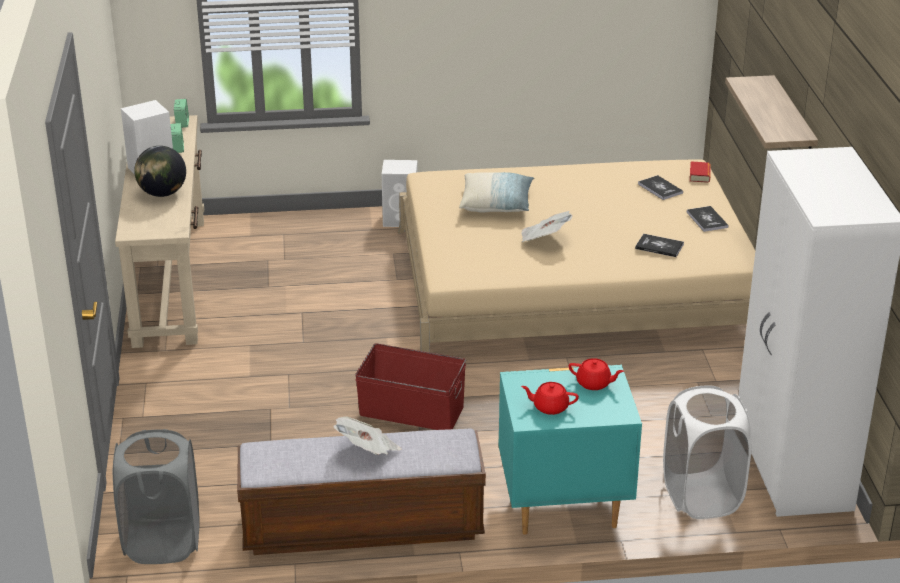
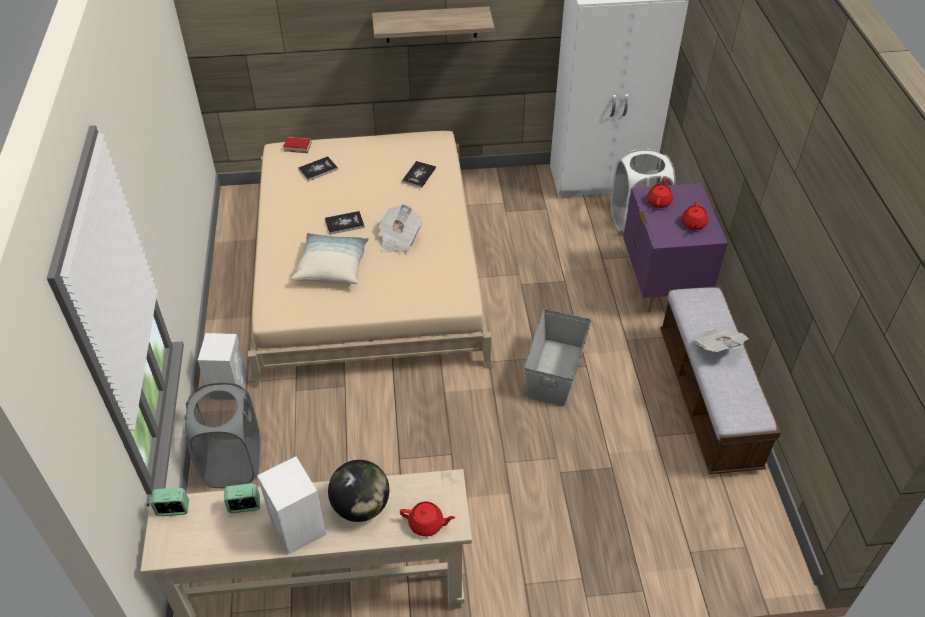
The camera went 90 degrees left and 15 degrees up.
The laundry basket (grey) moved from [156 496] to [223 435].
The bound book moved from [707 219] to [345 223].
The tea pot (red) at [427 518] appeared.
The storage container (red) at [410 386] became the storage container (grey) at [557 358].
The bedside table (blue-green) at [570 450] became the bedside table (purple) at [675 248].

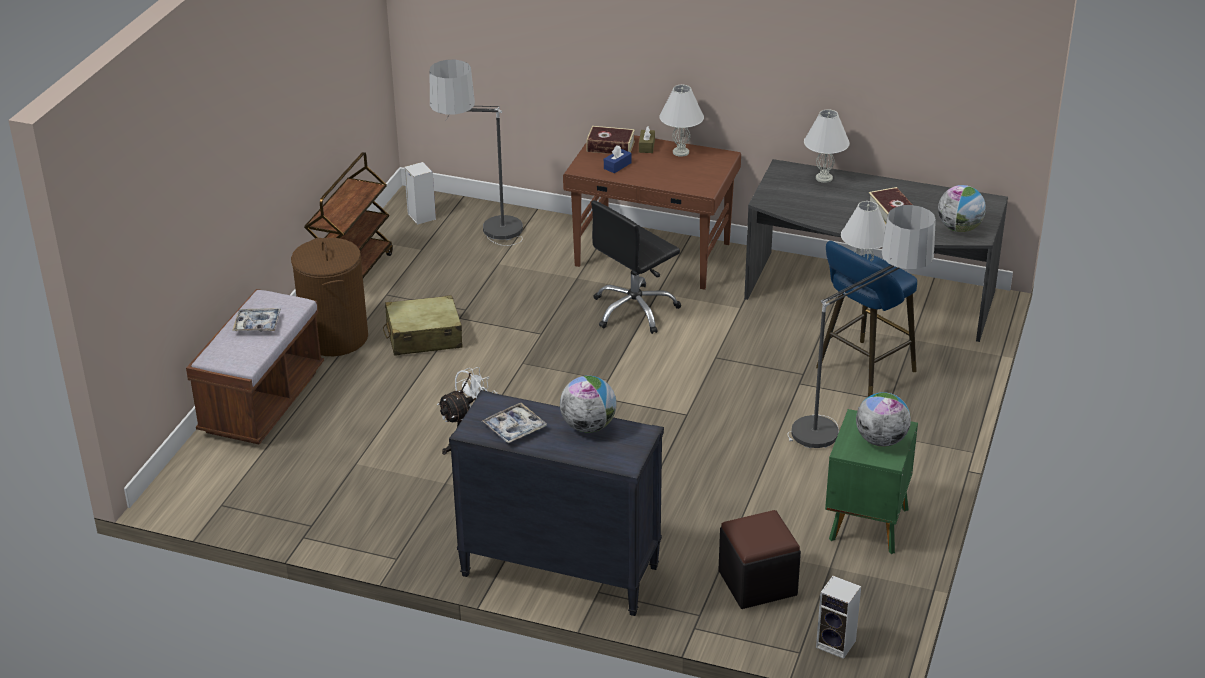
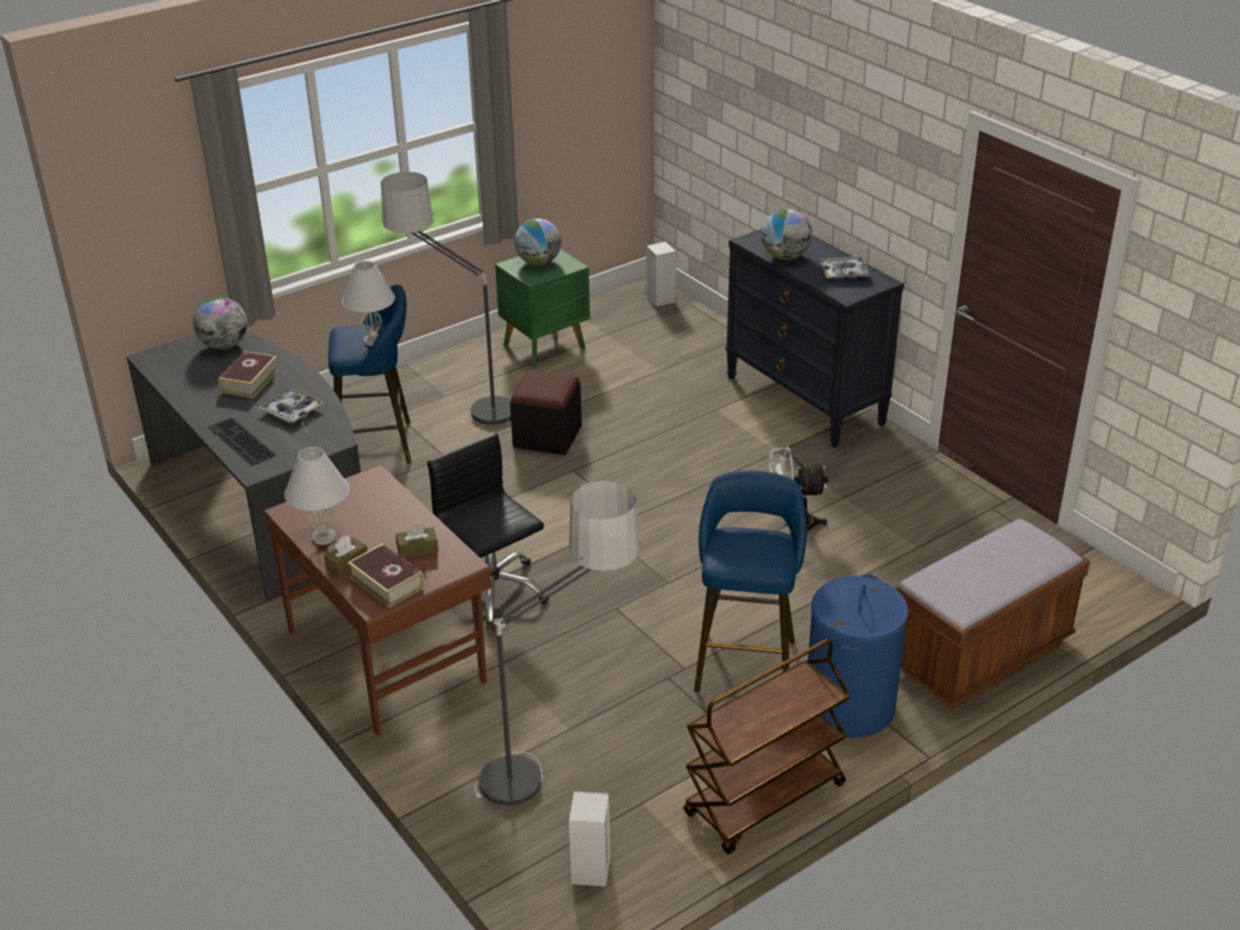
The camera went 145 degrees left and 0 degrees up.
The table lamp (white-coloured) at [827 146] was replaced by the keyboard at [242 441].
The serving tray moved from [256 319] to [291 405].
The tissue holder (blue) at [618 159] became the tissue holder (brownish) at [417 541].
The computer chair (black) at [636 267] turned 120 degrees counterclockwise.
The ottoman (black) moved from [759 559] to [546 412].
The travel case (sand-coloured) at [423 325] was replaced by the stool (blue) at [750 581].
The laundry basket (brownish) at [329 297] became the laundry basket (blue) at [858 656].

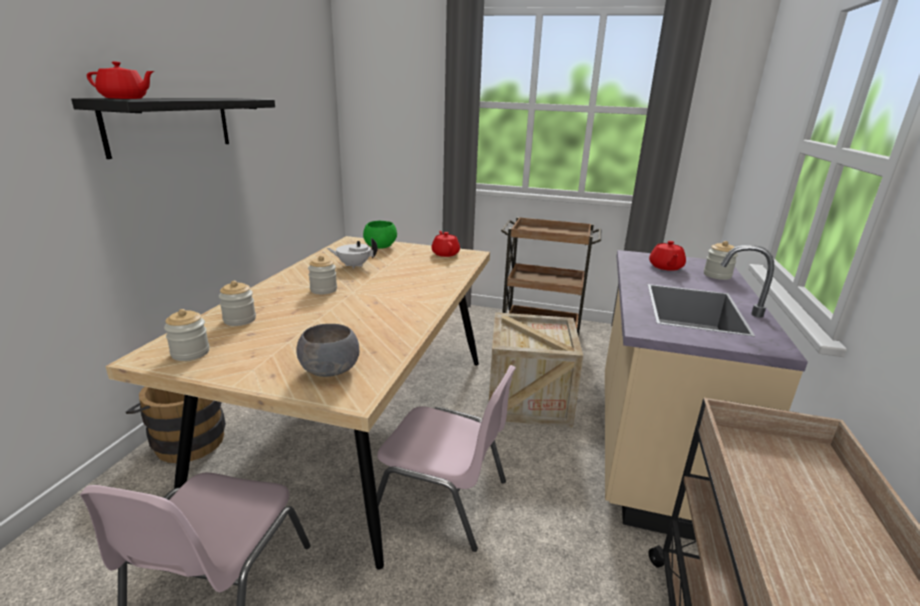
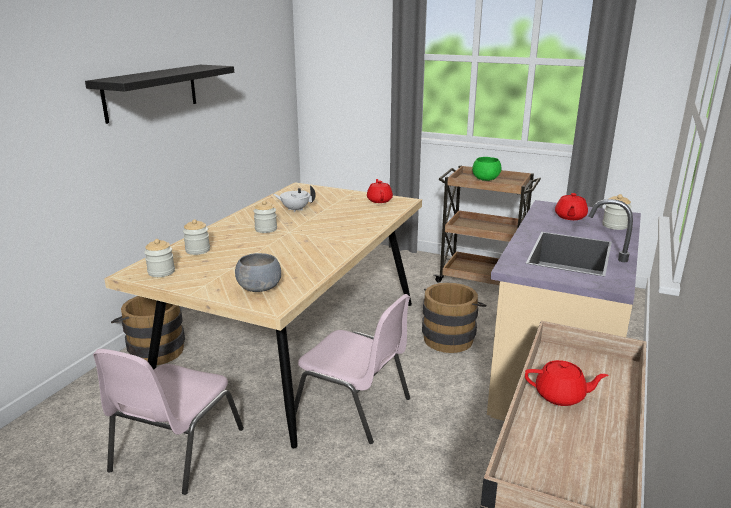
The camera went 10 degrees right and 0 degrees up.
The shipping crate at [536 369] was replaced by the water bucket (brownish) at [454 318].
The serving bowl (green) moved from [380 235] to [486 169].
The tea pot (red) moved from [120 80] to [566 383].

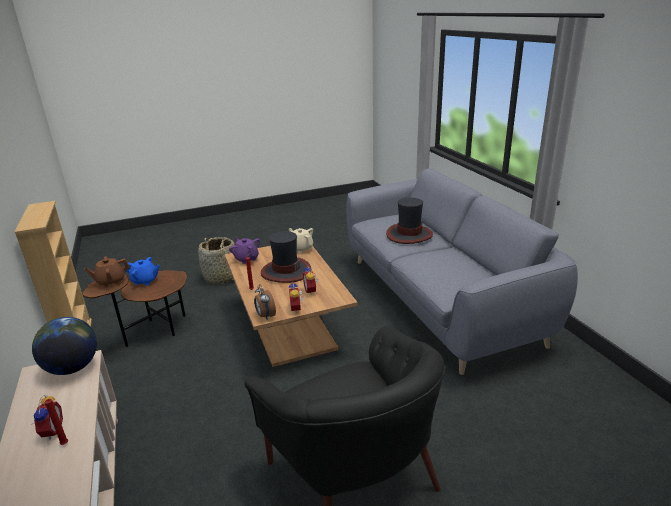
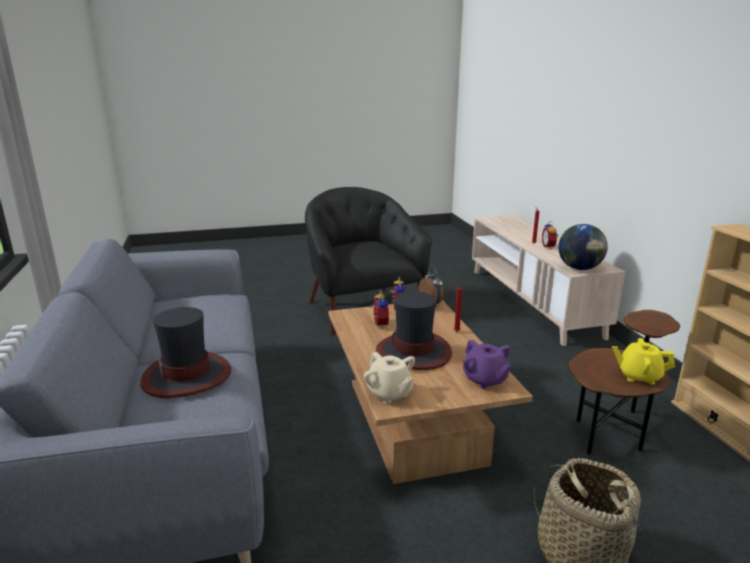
The camera went 175 degrees left and 5 degrees down.
The tea pot (blue) at [143 271] became the tea pot (yellowish) at [643 361].
The tea pot (brownish) at [107 271] disappeared.

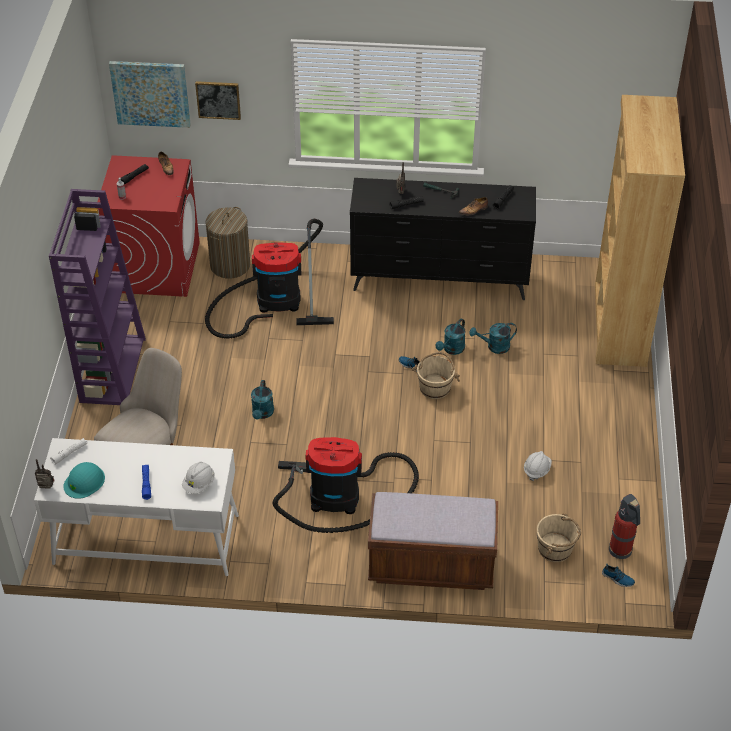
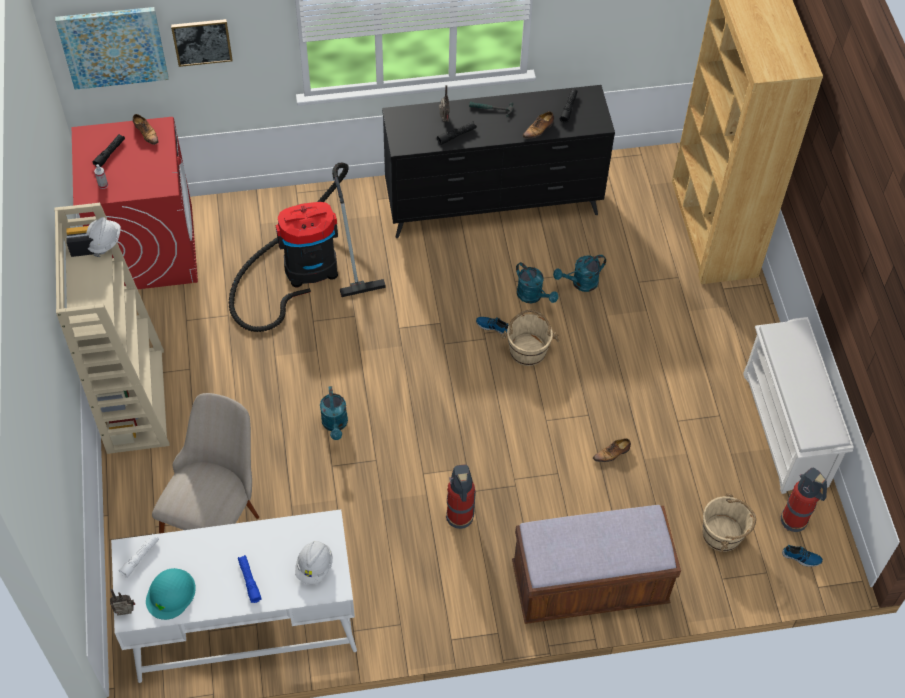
The camera went 15 degrees left and 10 degrees up.
The bookcase (purple) at [97 297] became the bookcase (sand-coloured) at [112 328].
The safety helmet (white-coloured) moved from [538 466] to [103 237].
The hoover at [346 485] was replaced by the fire-fighting cylinder at [461 496].
The watering pot (blue-green) at [450 337] turned 60 degrees counterclockwise.
The item of footwear at [612 450] appeared.
The shoe stand (white-coloured) at [798 405] appeared.
The laundry basket at [227 243] disappeared.

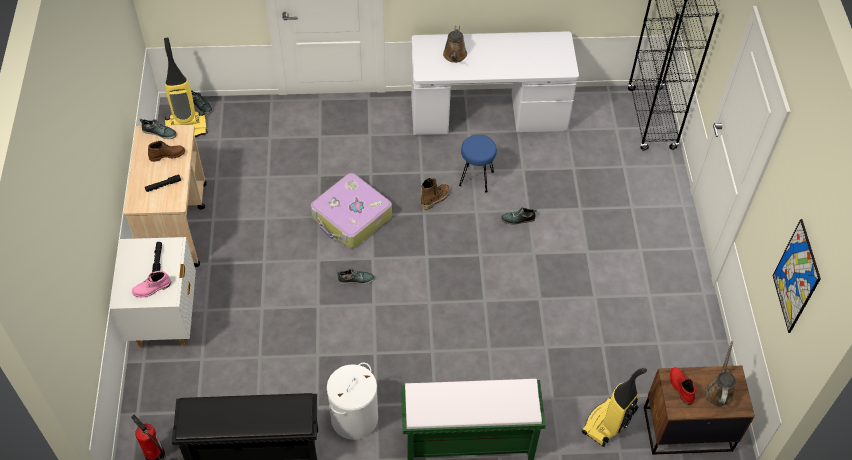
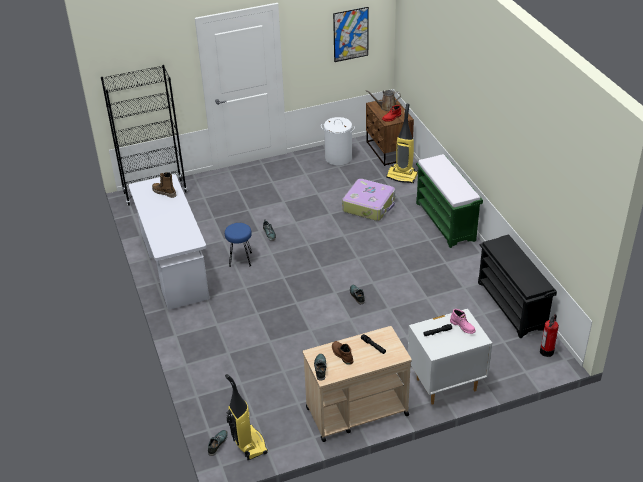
The camera went 105 degrees left and 15 degrees down.
The boot moved from [435 194] to [164 185].
The laundry basket (white-coloured) moved from [352 401] to [338 141].
The travel case moved from [351 210] to [368 200].
The watering pot (brownish) at [455 44] disappeared.

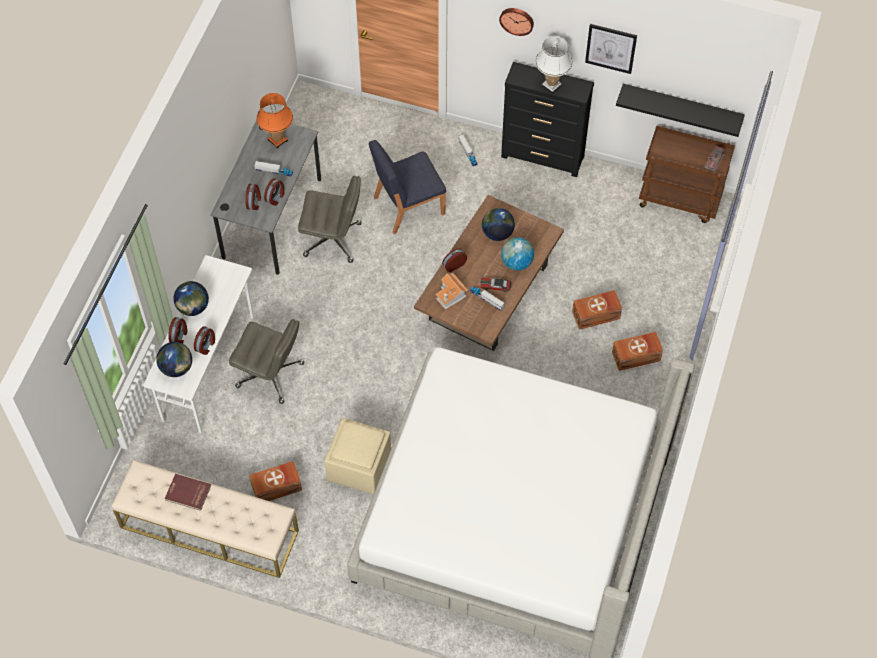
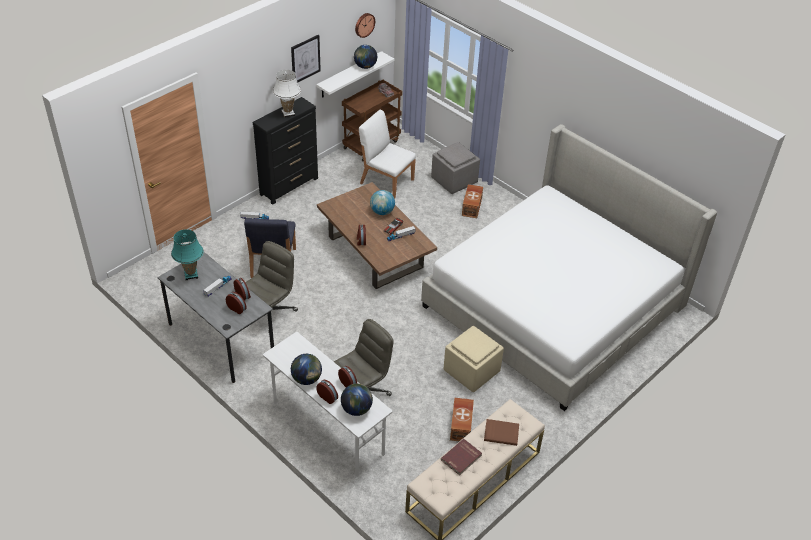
The camera went 65 degrees left and 15 degrees down.
The table lamp (orange) at [274 120] became the table lamp (blue-green) at [187 254].
The shelf (black) at [680 110] became the shelf (white-coloured) at [355 74].
The globe moved from [498 224] to [365 57].
The hanging clock moved from [516 22] to [365 25].
The chair (white-coloured) at [387 154] appeared.
The ottoman (grey) at [455 168] appeared.
The bound book (brownish) at [501 432] appeared.
The toy house at [451 291] disappeared.
The storage container (brownish) at [597 310] disappeared.

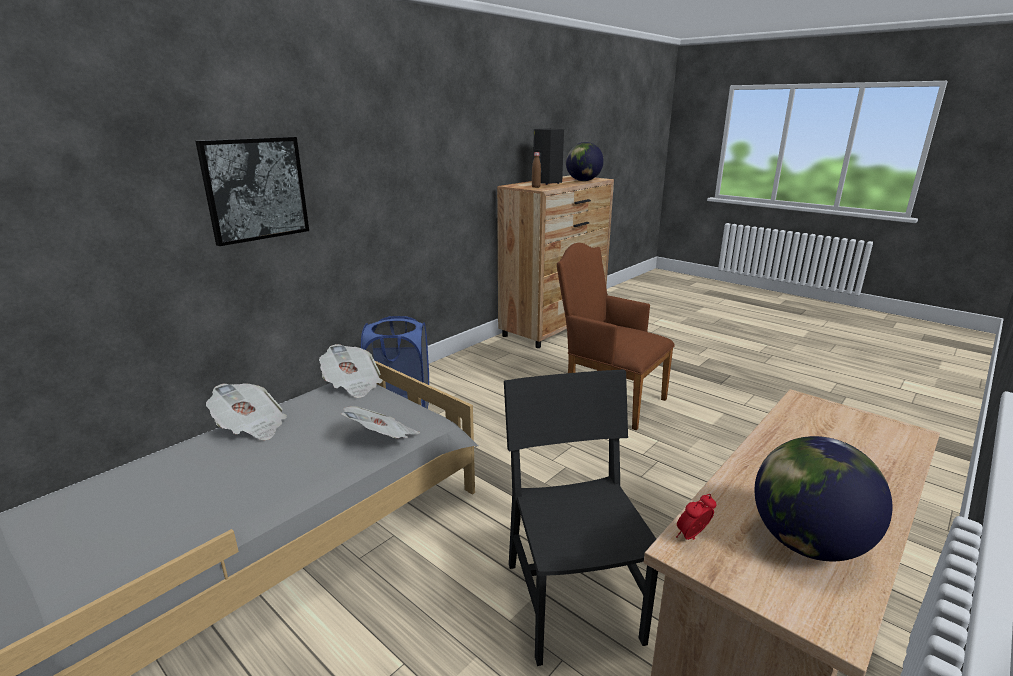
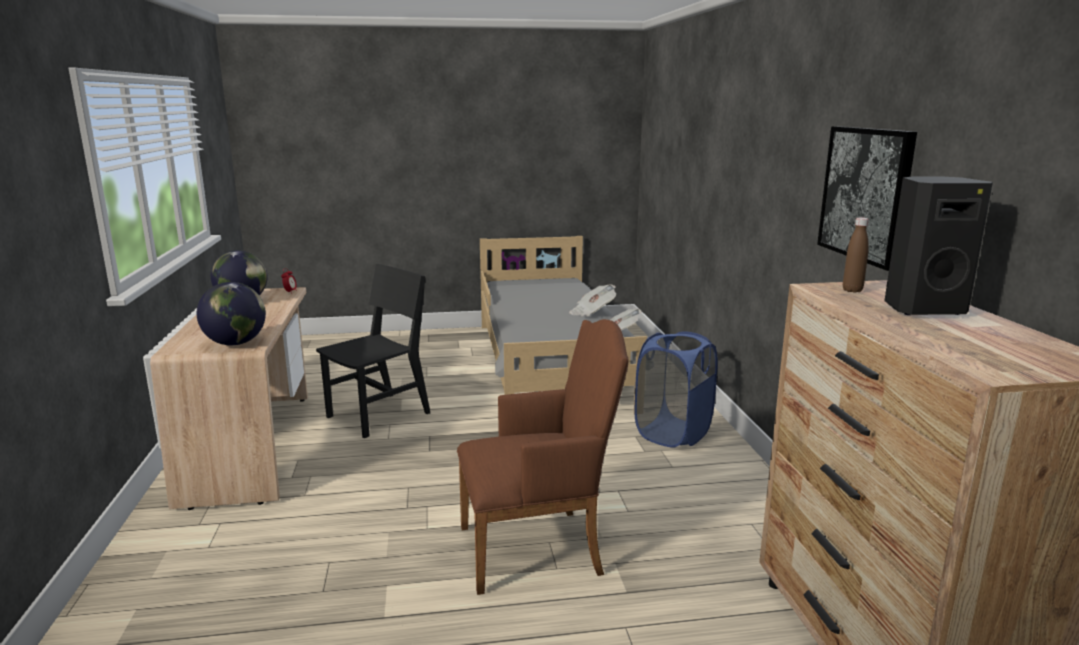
The camera went 130 degrees right and 5 degrees down.
The globe moved from [585 161] to [231 313].
The chair (black) at [581 517] turned 75 degrees counterclockwise.
The picture moved from [252 191] to [867 198].
The printed paper at [380 422] disappeared.

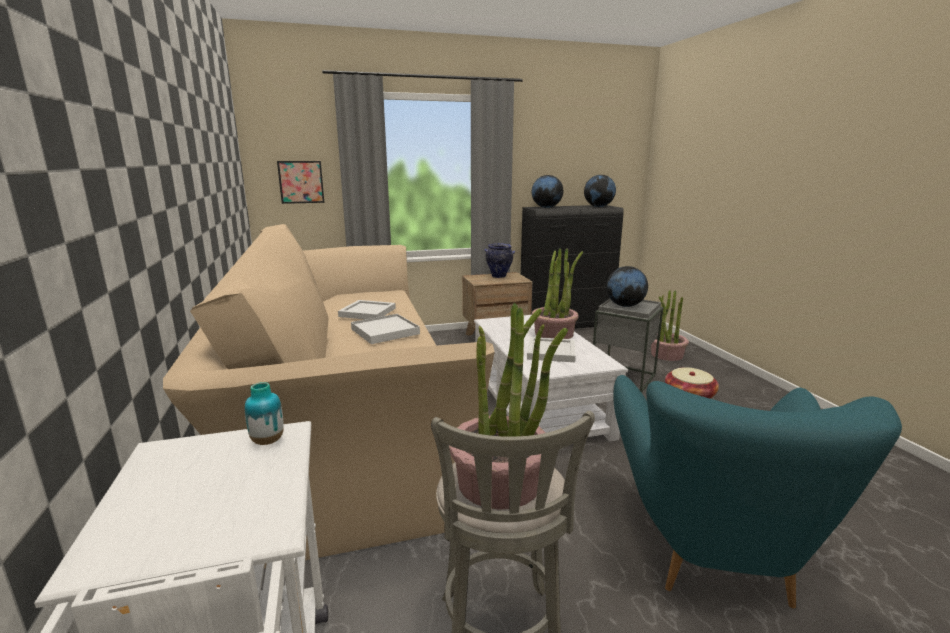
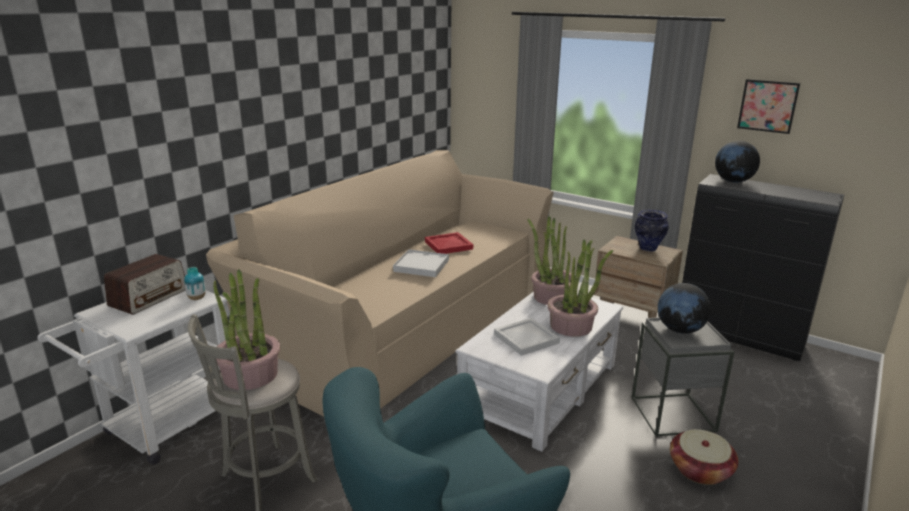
The camera went 50 degrees right and 5 degrees up.
The radio receiver at [145 284] appeared.
The serving tray (white-coloured) at [367 309] became the serving tray (red) at [449 243].
The houseplant moved from [670 325] to [550 260].
The picture moved from [300 182] to [768 106].
The globe at [600 191] disappeared.

